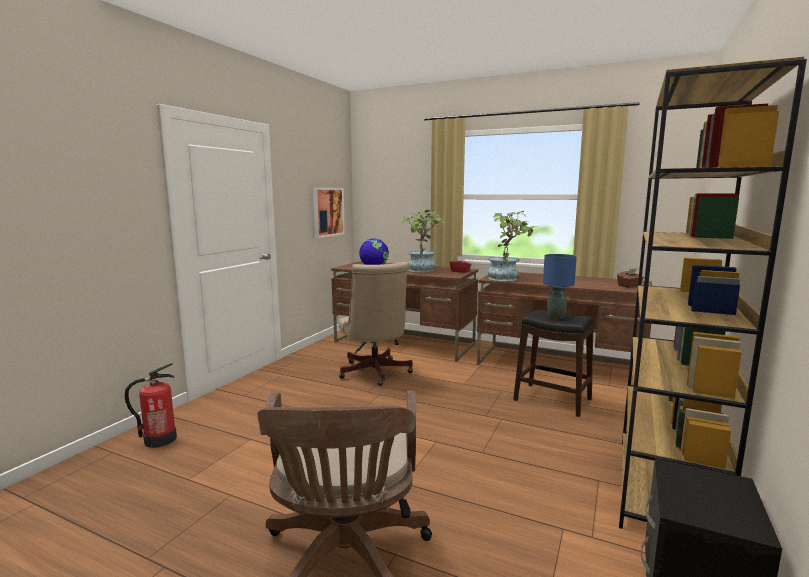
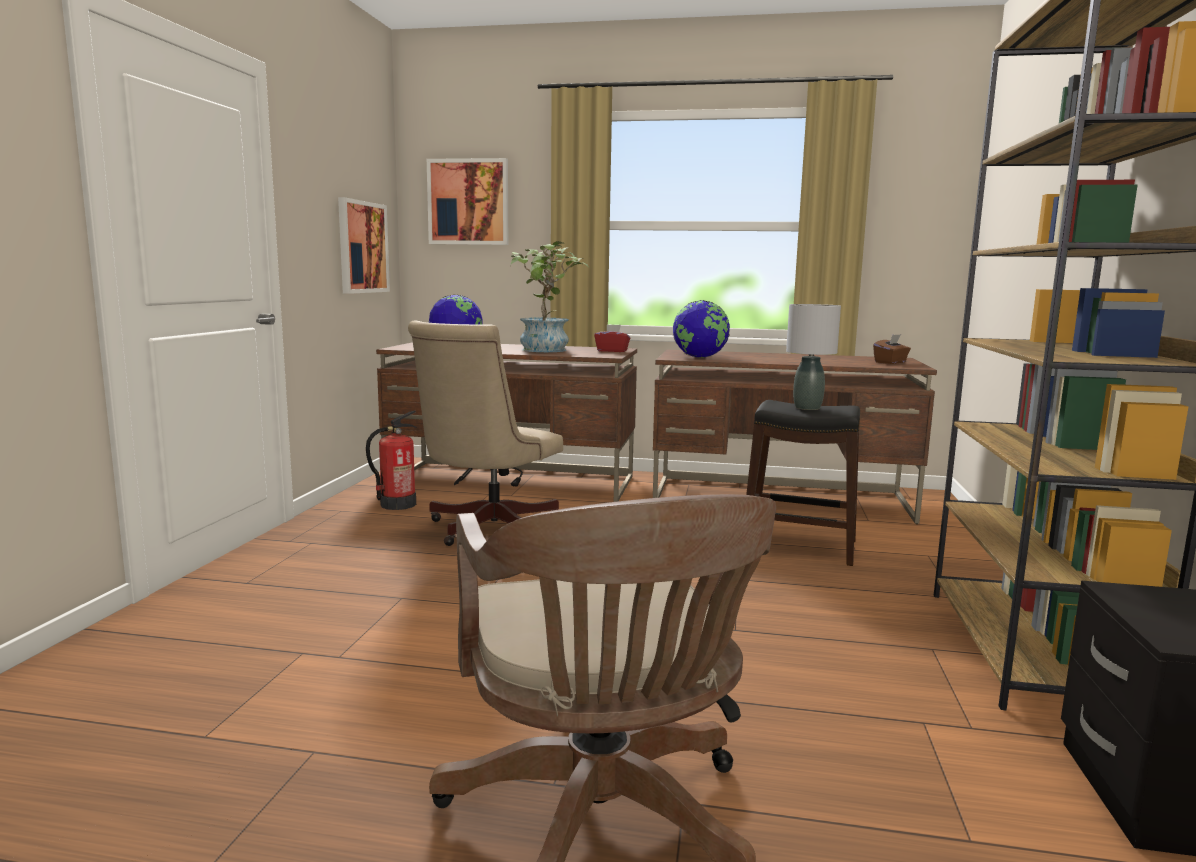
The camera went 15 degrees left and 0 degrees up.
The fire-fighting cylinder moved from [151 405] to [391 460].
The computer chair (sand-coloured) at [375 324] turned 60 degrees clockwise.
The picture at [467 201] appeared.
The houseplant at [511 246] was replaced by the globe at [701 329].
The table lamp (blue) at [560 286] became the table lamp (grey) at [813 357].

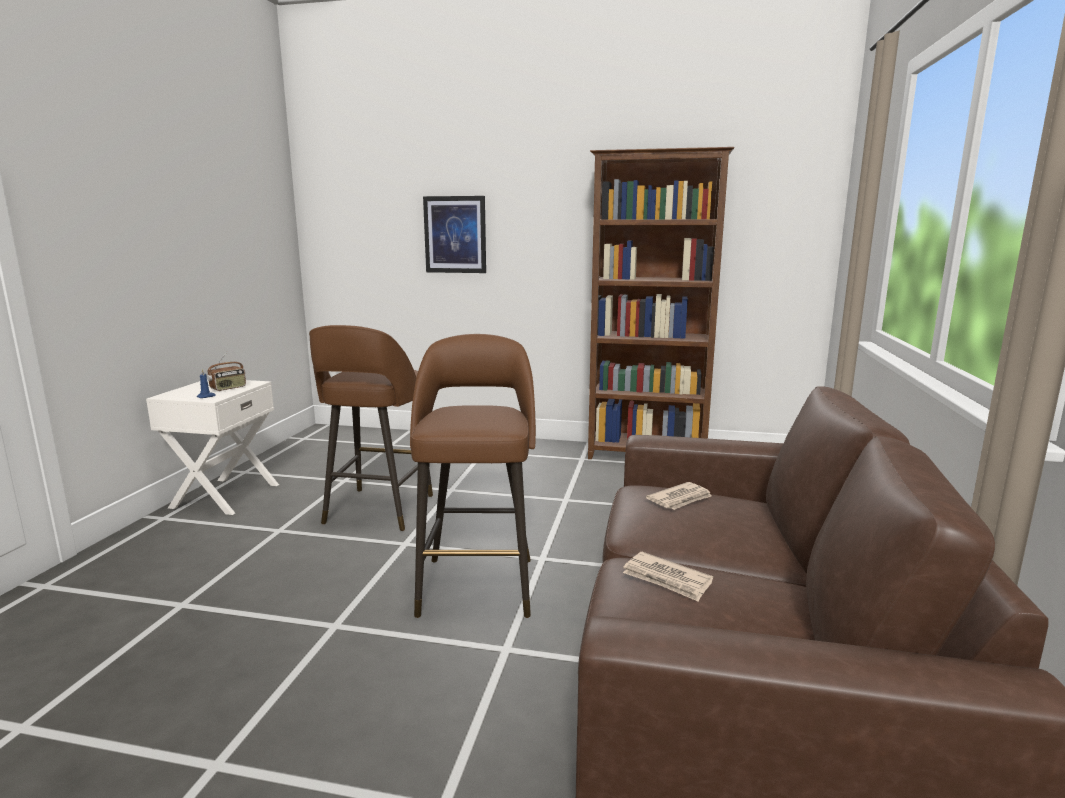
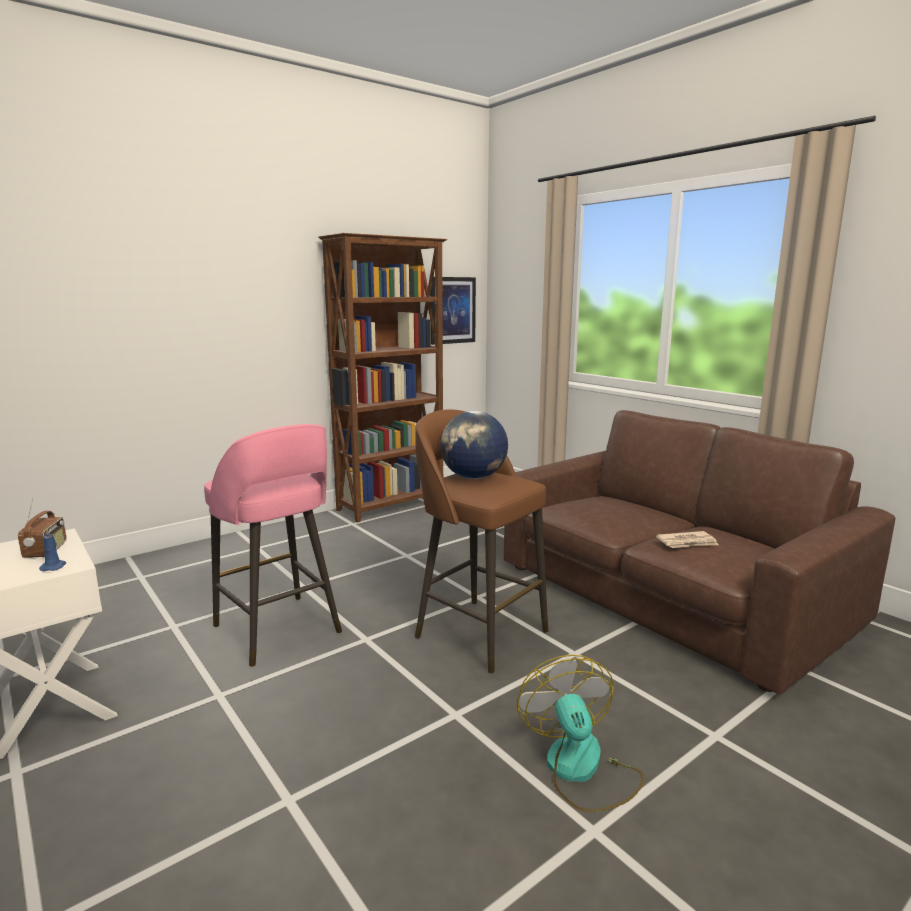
The camera went 50 degrees left and 0 degrees up.
The stool (brownish) at [371 428] became the stool (pink-coloured) at [273 545].
The picture moved from [454 234] to [453 311].
The globe at [474 445] appeared.
The cooling fan at [580 733] appeared.
The printed paper at [679 496] disappeared.

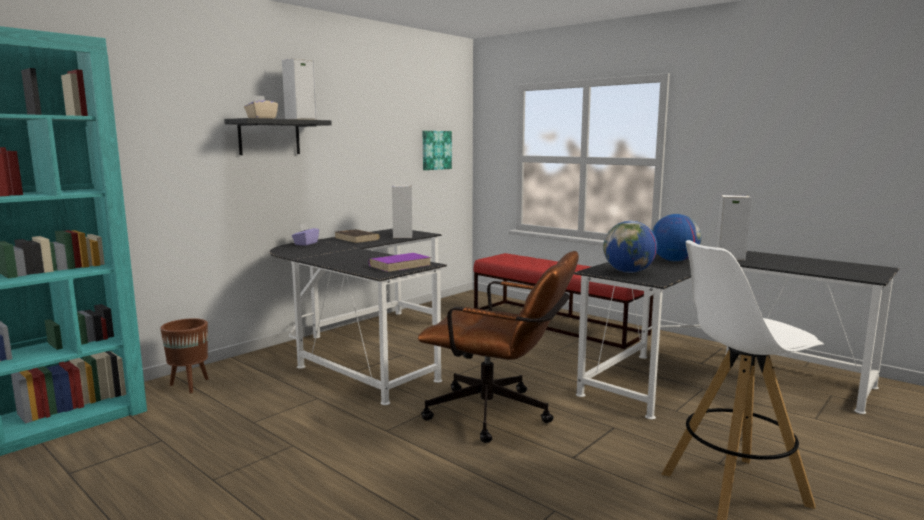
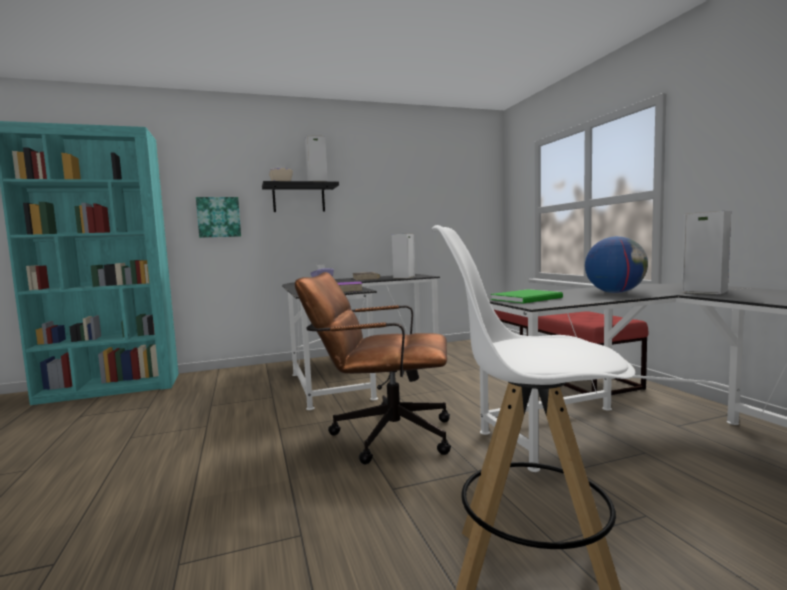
The camera went 30 degrees right and 5 degrees down.
The picture moved from [437 150] to [218 217].
The computer chair (brownish) at [498 347] turned 135 degrees clockwise.
The globe at [630 247] was replaced by the bound book (green) at [527 296].
The plant pot (brownish) at [184 355] disappeared.

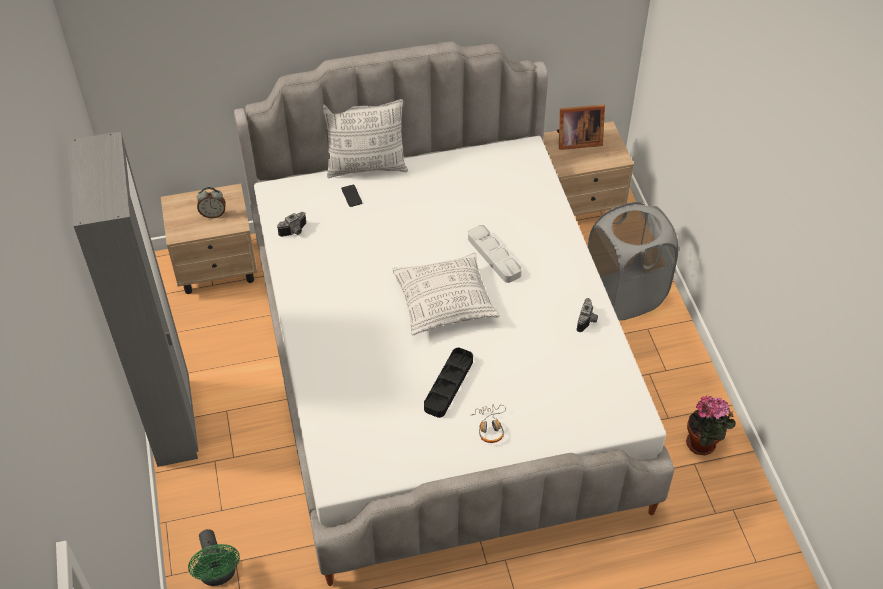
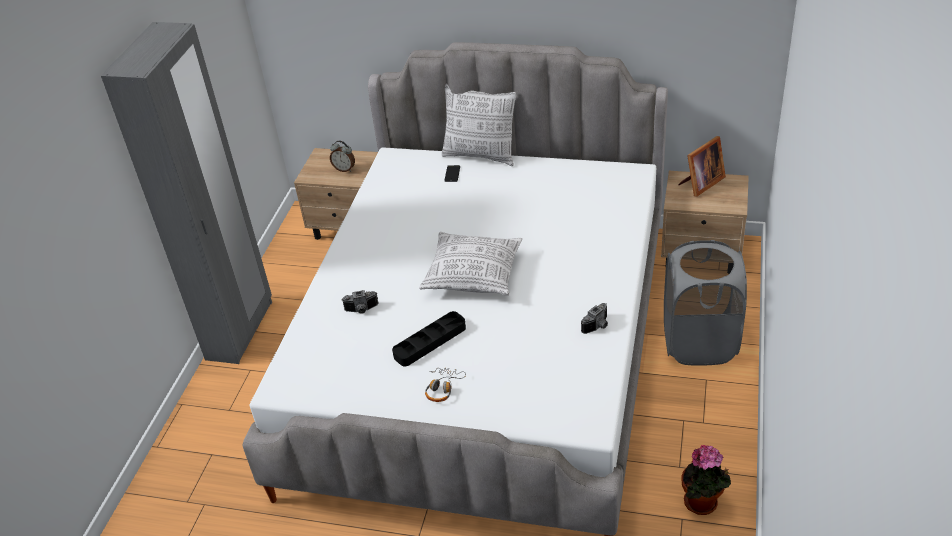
The camera went 30 degrees right and 10 degrees down.
The still camera moved from [291 224] to [360 302].
The standing frame at [581 127] turned 60 degrees counterclockwise.
The cooling fan (green) at [214 557] disappeared.
The serving tray (grey) at [495 254] disappeared.

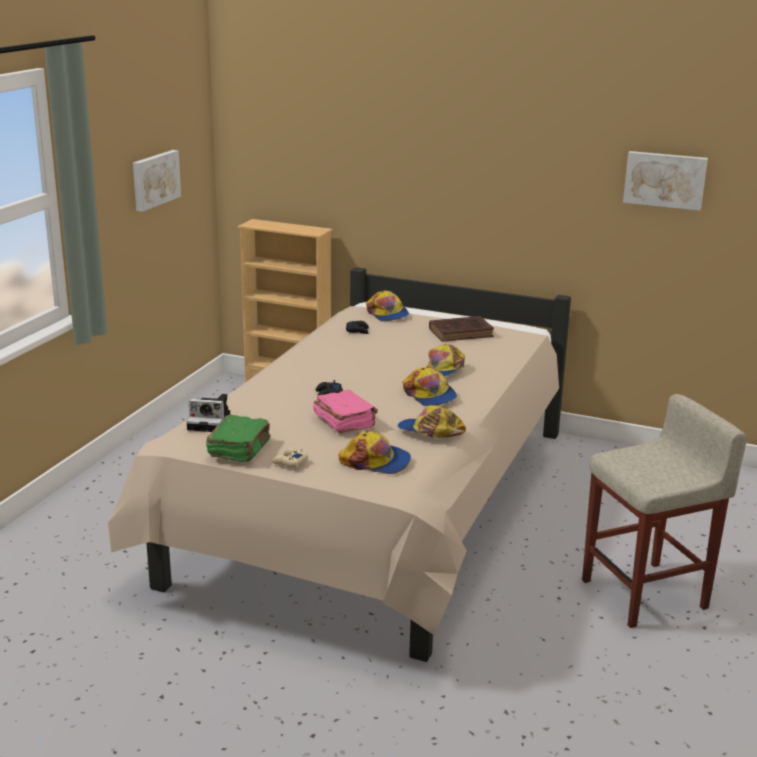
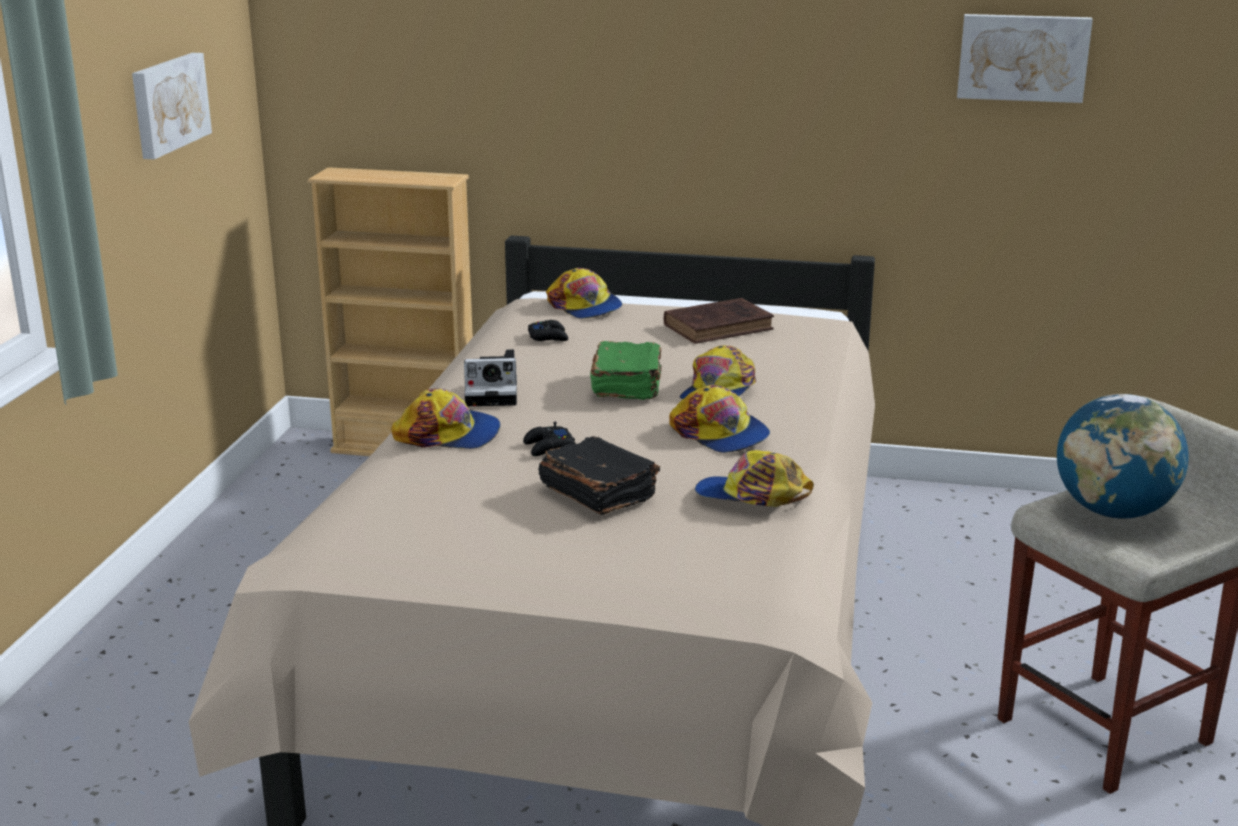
The camera went 10 degrees left and 0 degrees up.
The cap moved from [375 452] to [445 418].
The still camera moved from [208 413] to [490 377].
The bound book (pink-coloured) at [345 411] became the bound book (black) at [599 475].
The bound book (green) moved from [238 438] to [626 370].
The globe at [1123 456] appeared.
The game controller (sand-coloured) at [290 458] disappeared.

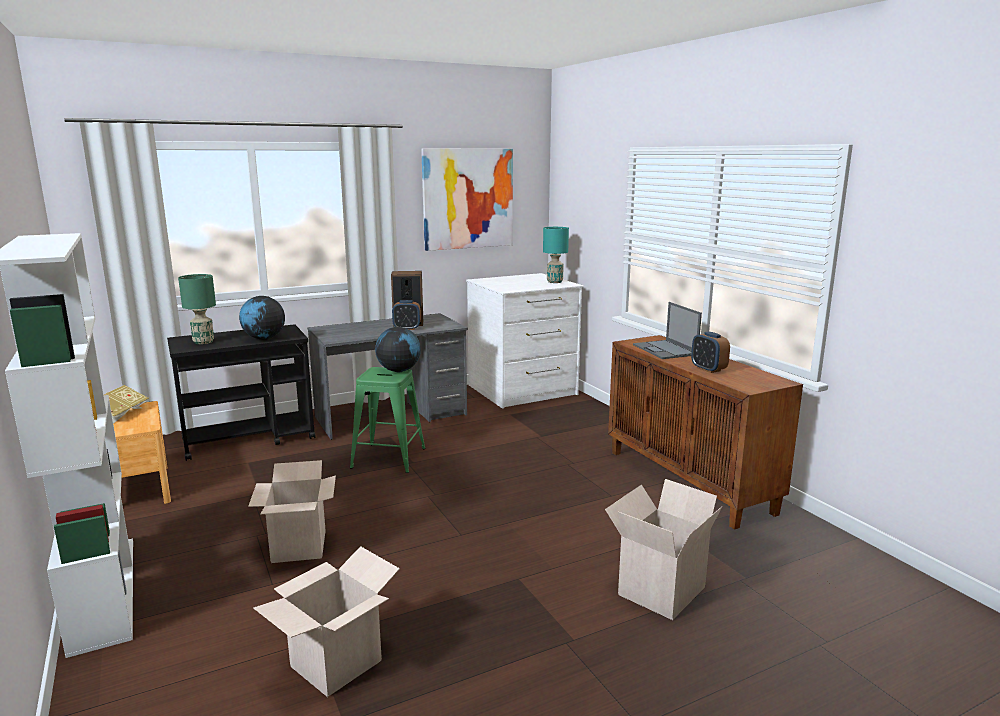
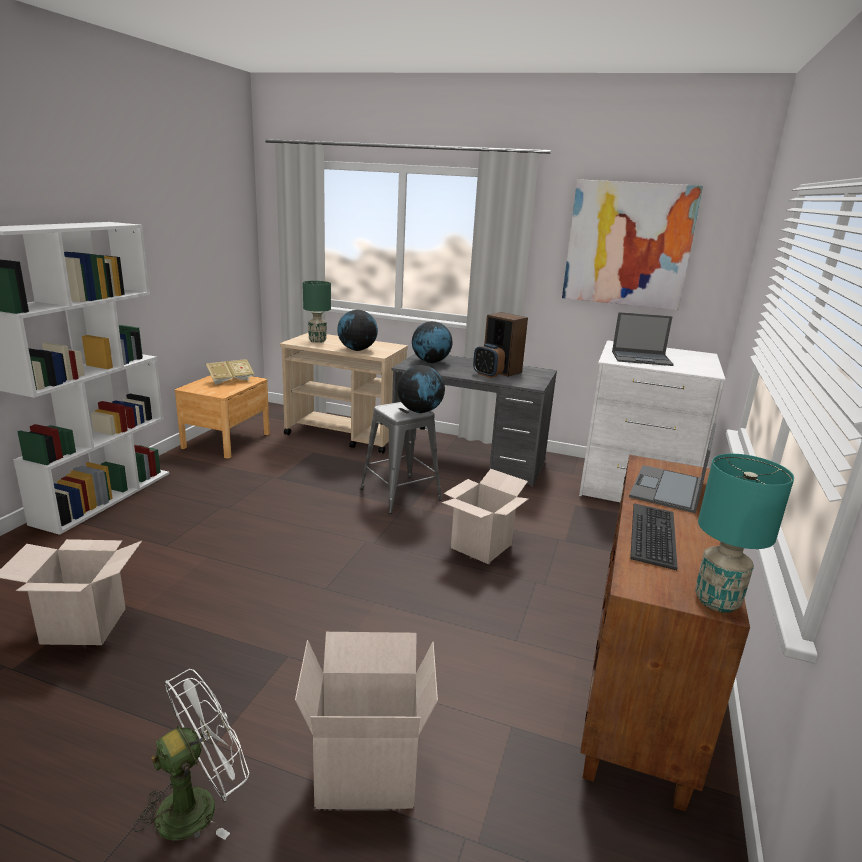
The camera went 45 degrees right and 5 degrees up.
The cooling fan (white-coloured) at [191 754] appeared.
The trolley (black) at [241 393] became the trolley (sand-coloured) at [344 393].
The stool (green) at [387 420] became the stool (grey) at [401 458].
The globe at [432 342] appeared.
The carton moved from [292 511] to [485 516].
The portable computer at [643 339] appeared.
The table clock at [710 352] was replaced by the keyboard at [653 536].
The table lamp (blue-green) moved from [556 255] to [744 533].

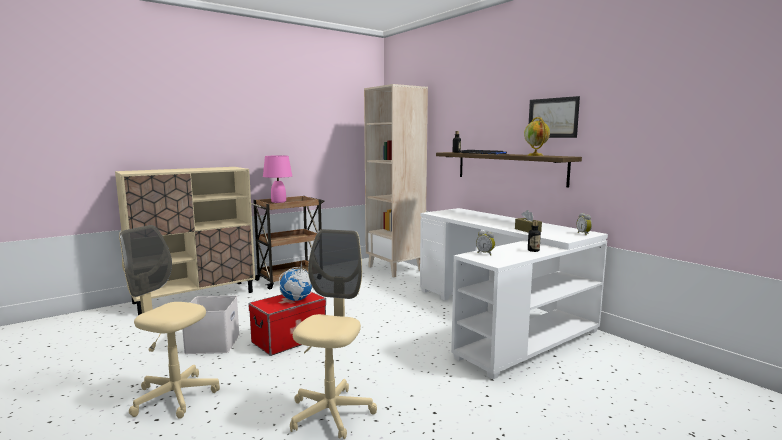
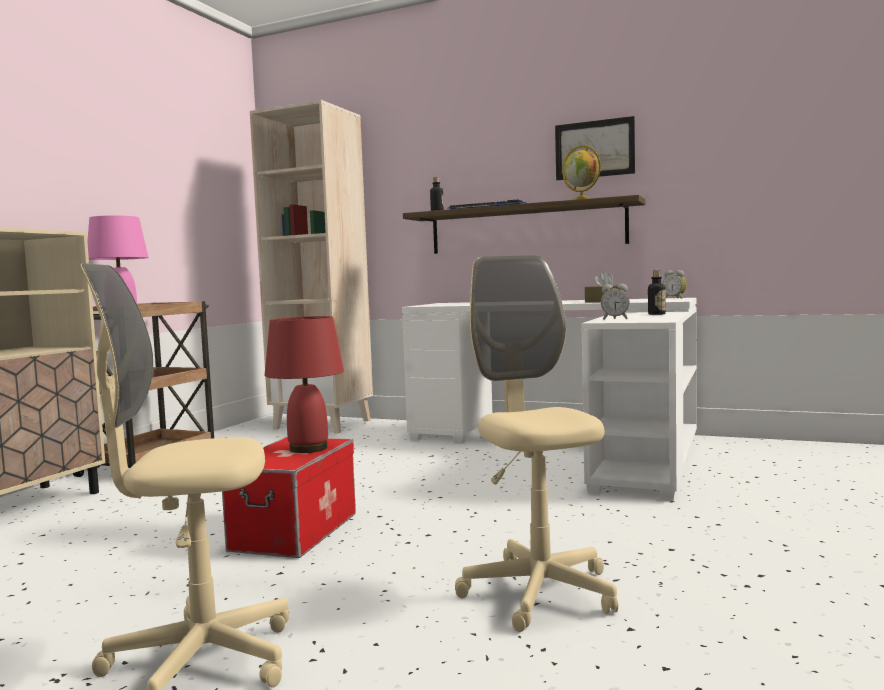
The camera went 30 degrees left and 5 degrees down.
The globe at [296 281] was replaced by the table lamp (red) at [304 384].
The storage container (white-coloured) at [211 325] disappeared.

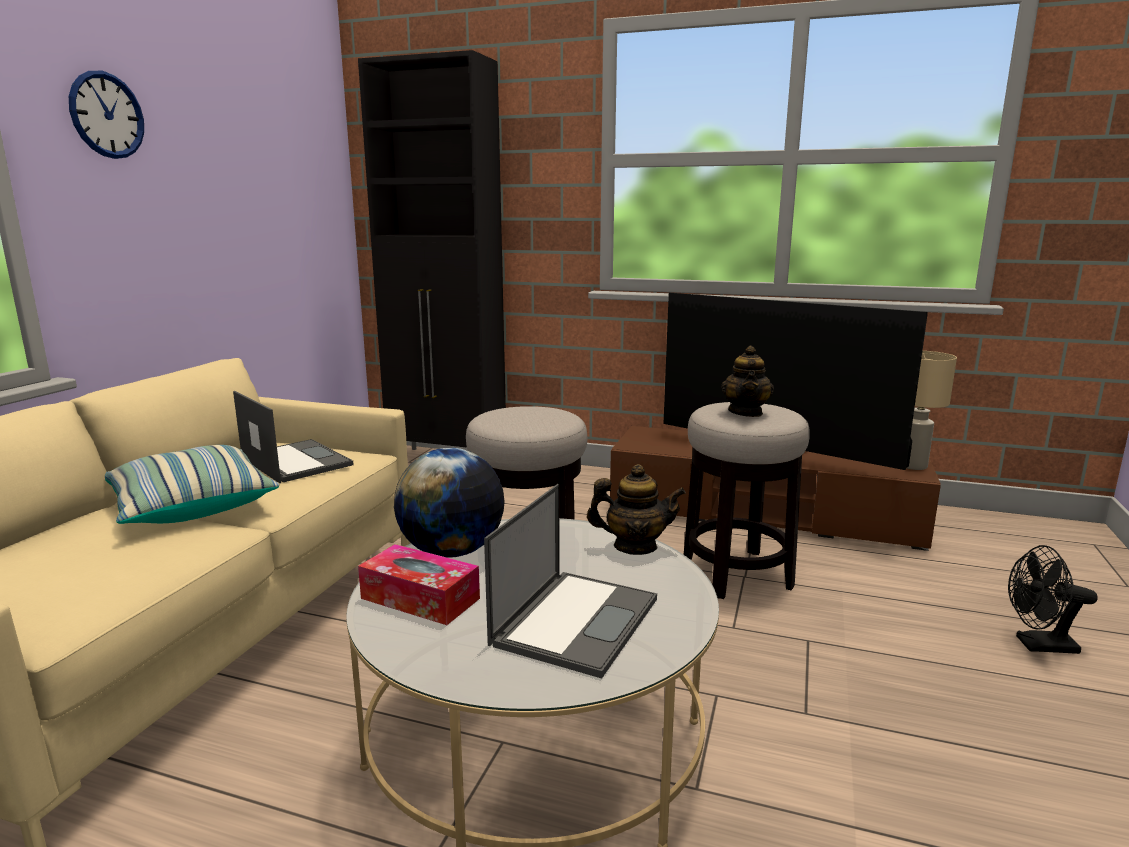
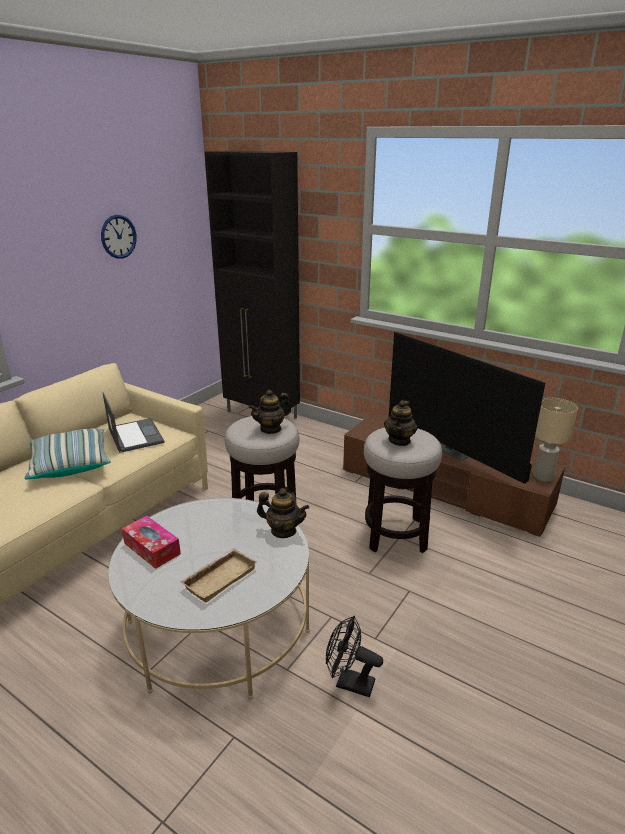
The camera went 15 degrees right and 10 degrees up.
The hanging clock moved from [106 115] to [119 237].
The portable computer at [570 581] was replaced by the serving tray (sand-coloured) at [218 575].
The tea pot at [269 412] appeared.
The cooling fan (black) moved from [1053 599] to [354 656].
The globe at [449 503] disappeared.

